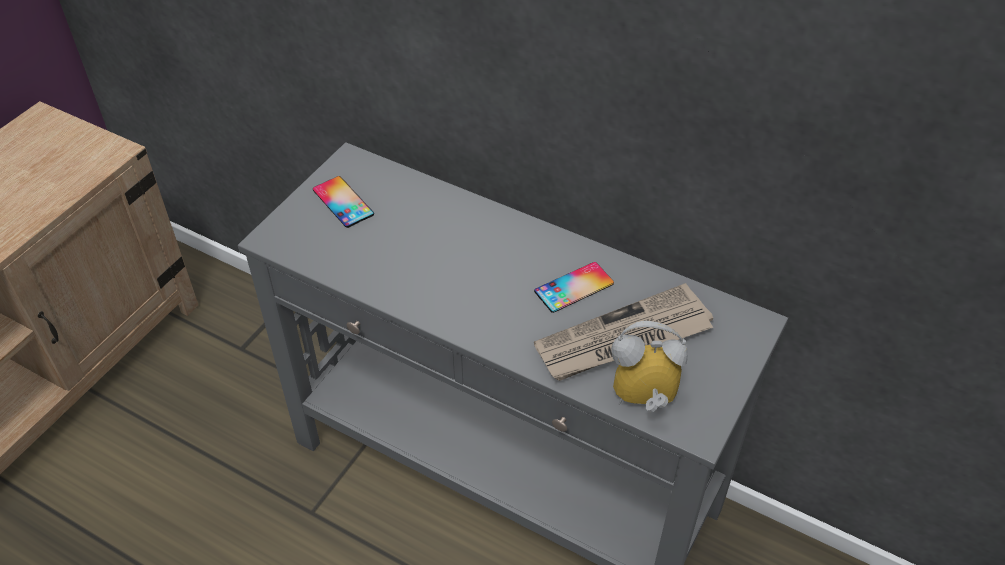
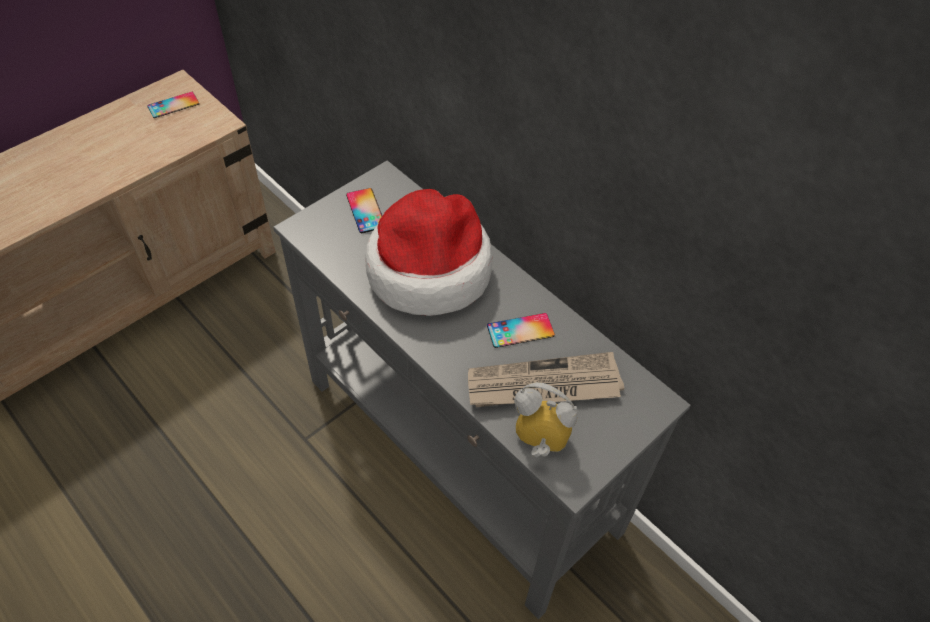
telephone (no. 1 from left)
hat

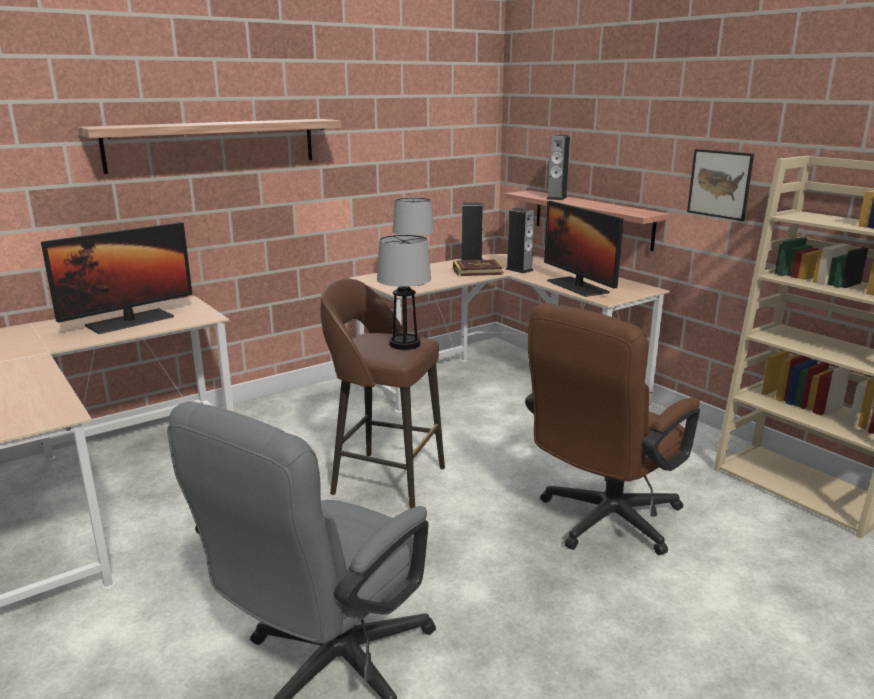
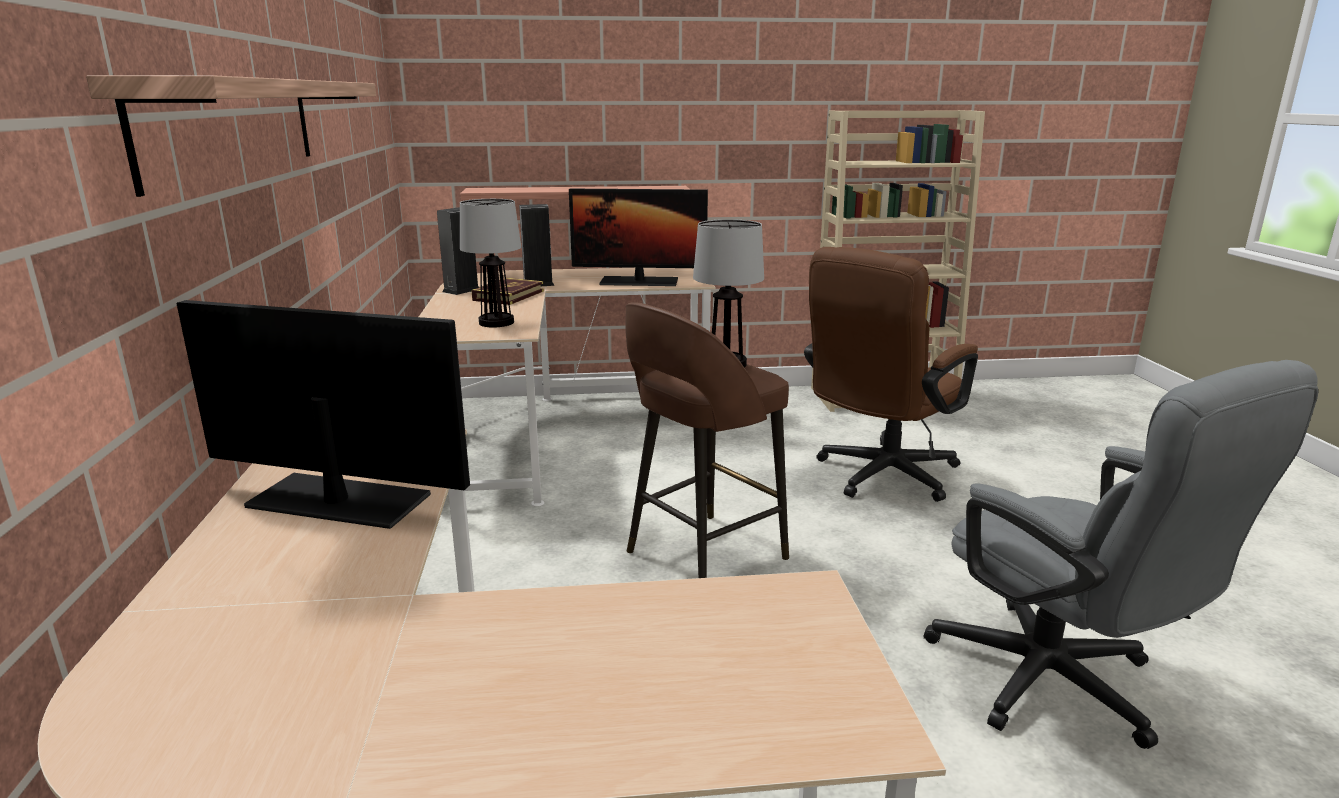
computer display (no. 1 from left)
brown desk chair
loudspeaker (no. 3 from left in the first image)
wall picture

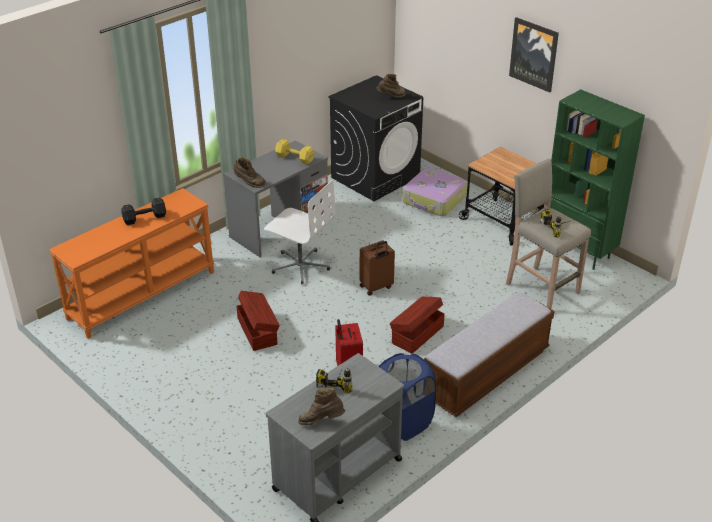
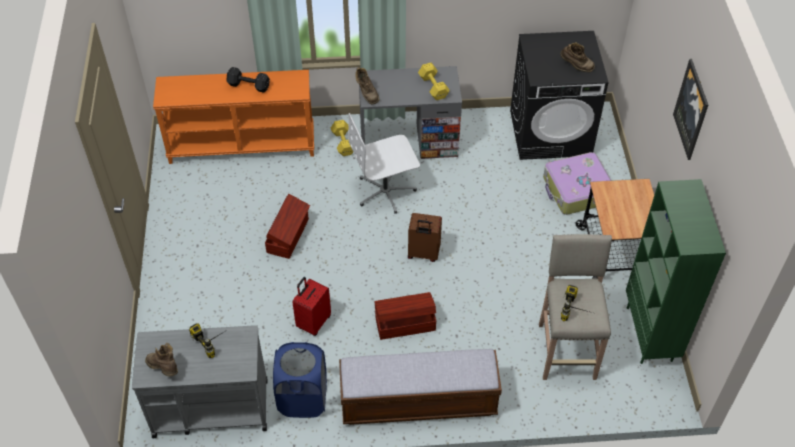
yellow dumbbell (no. 1 from left)
whitish desk chair

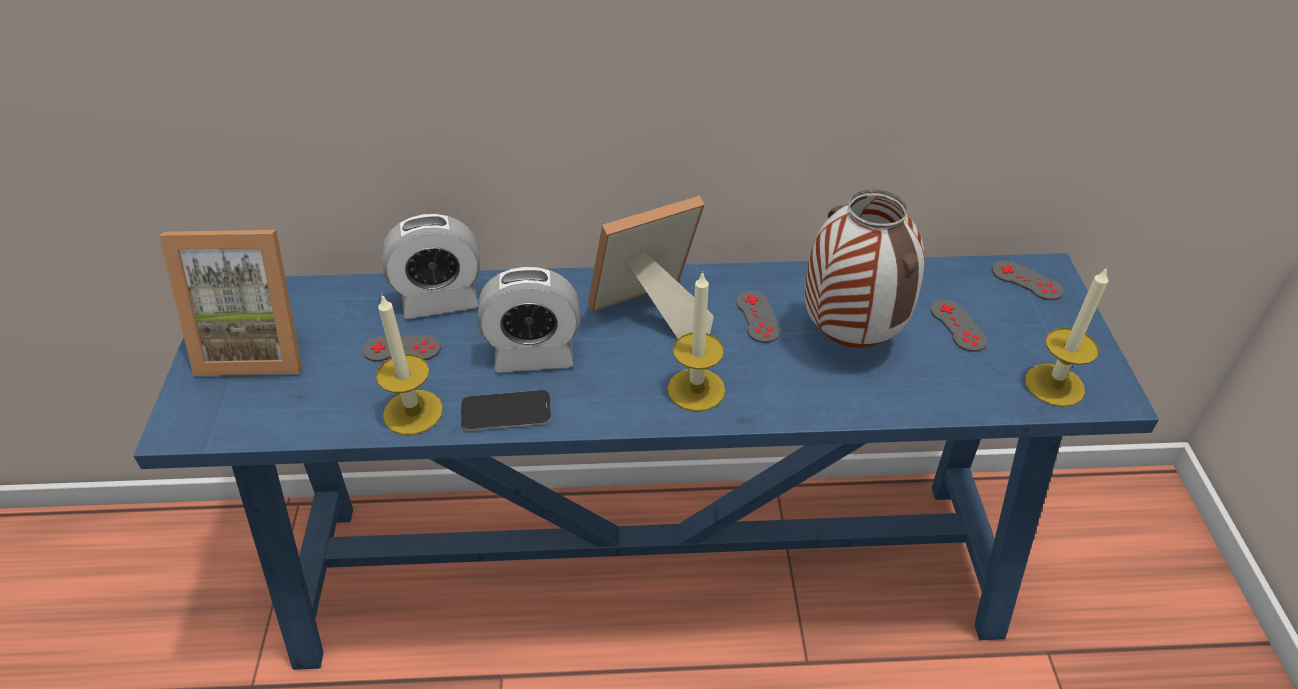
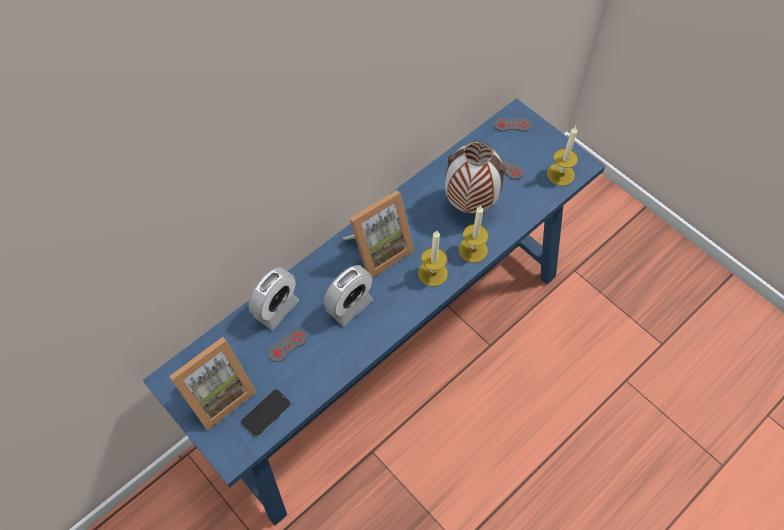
telephone
picture frame (no. 2 from left)
wax light (no. 2 from left)
greyish gamepad (no. 2 from left in the first image)

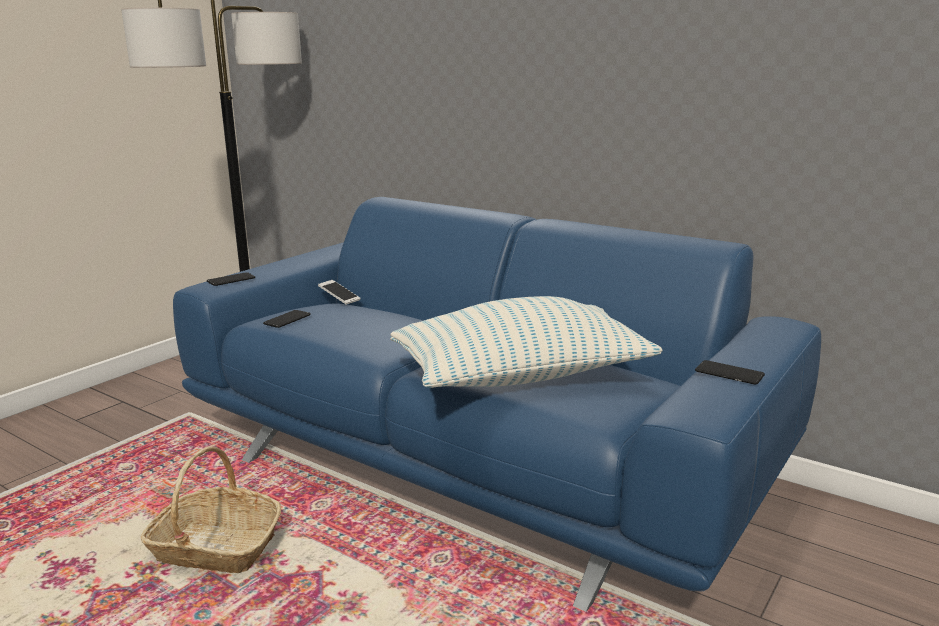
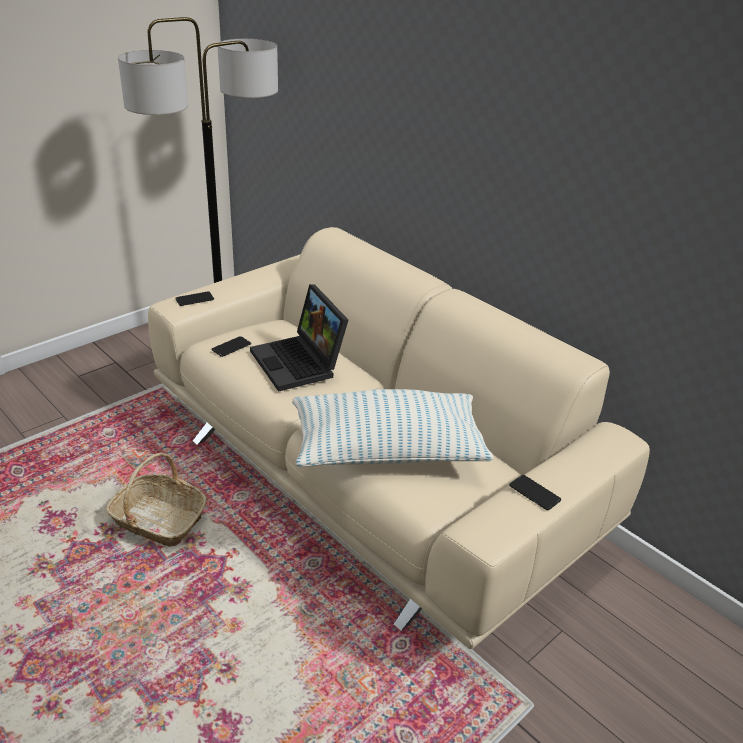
beige couch
laptop
telephone (no. 3 from left in the first image)

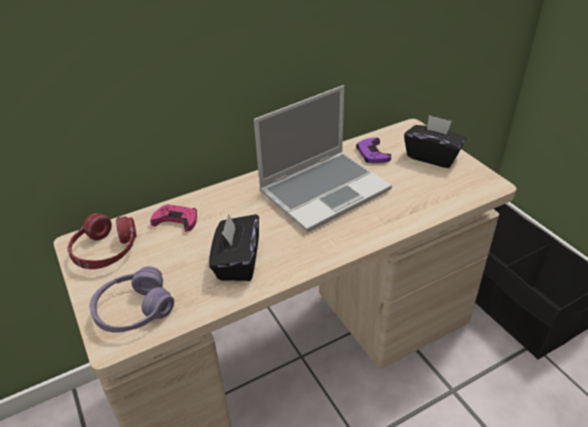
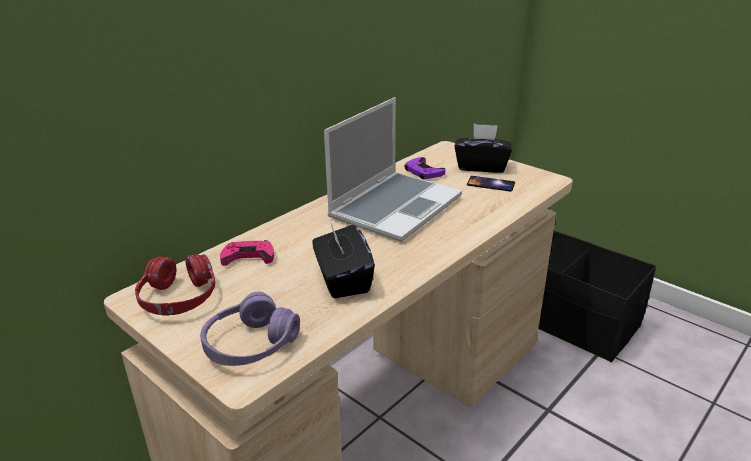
telephone

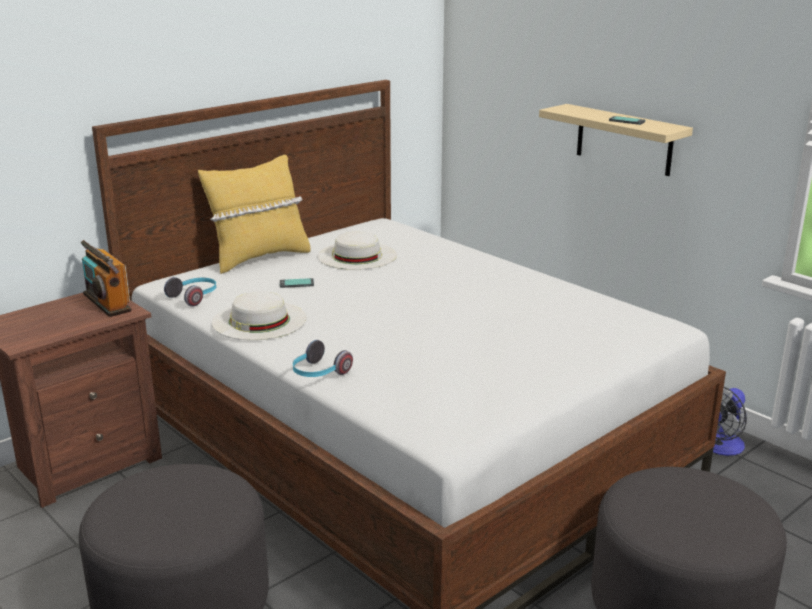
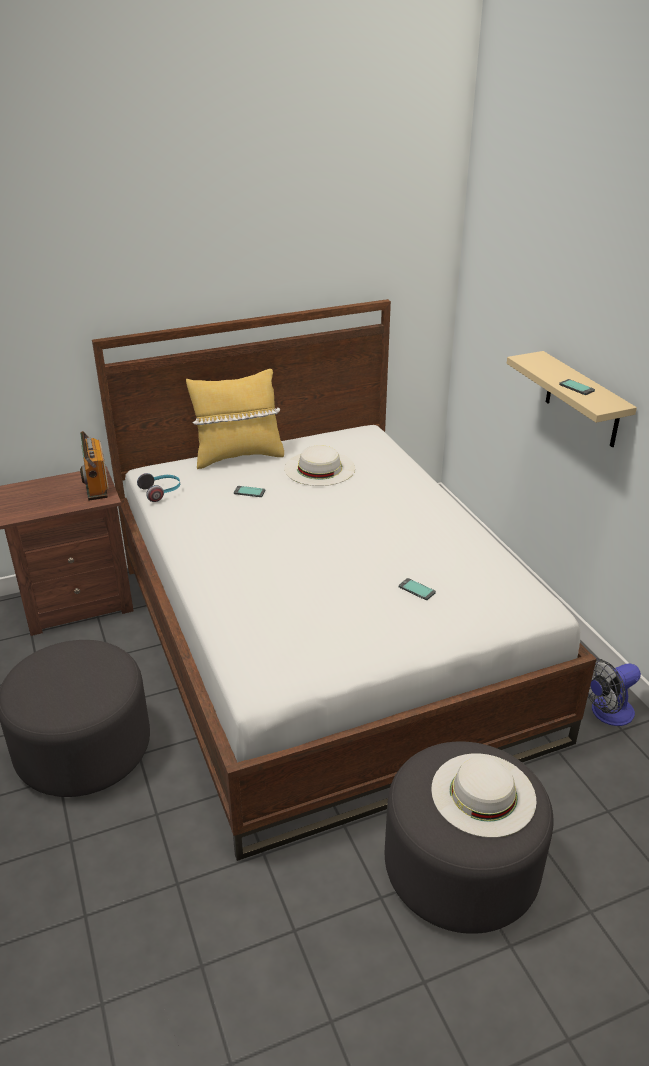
telephone (no. 2 from left)
whitish hat (no. 2 from left)
headset (no. 2 from left in the first image)

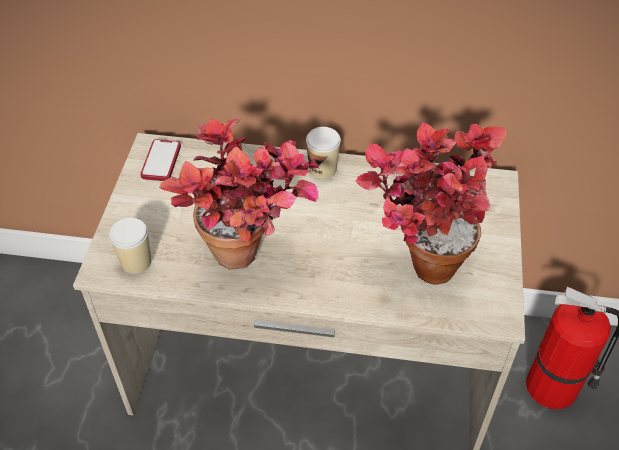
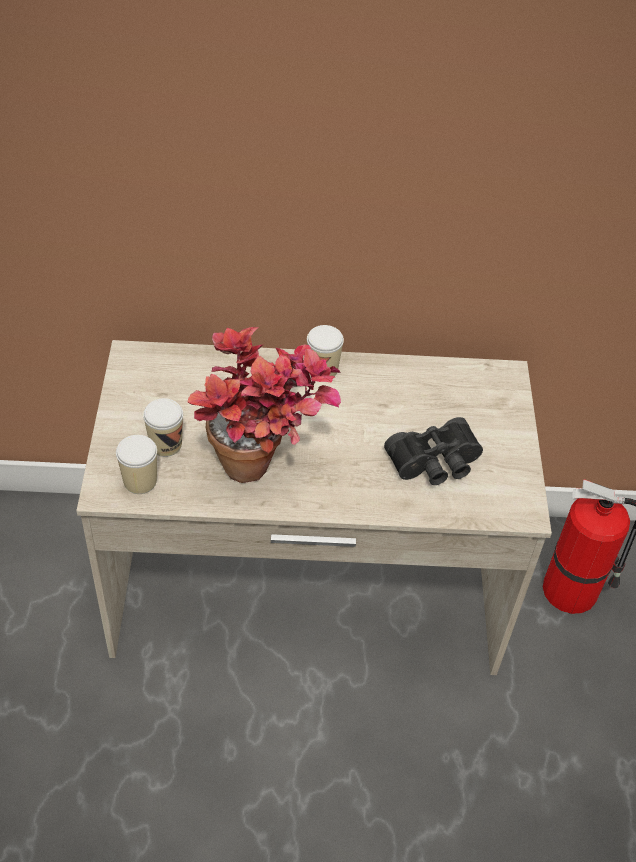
drinking cup (no. 2 from left)
blackish pair of binoculars
telephone

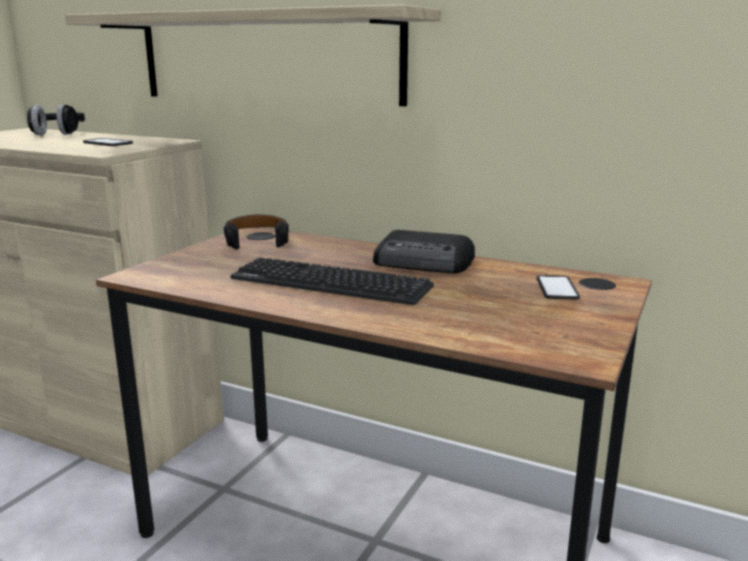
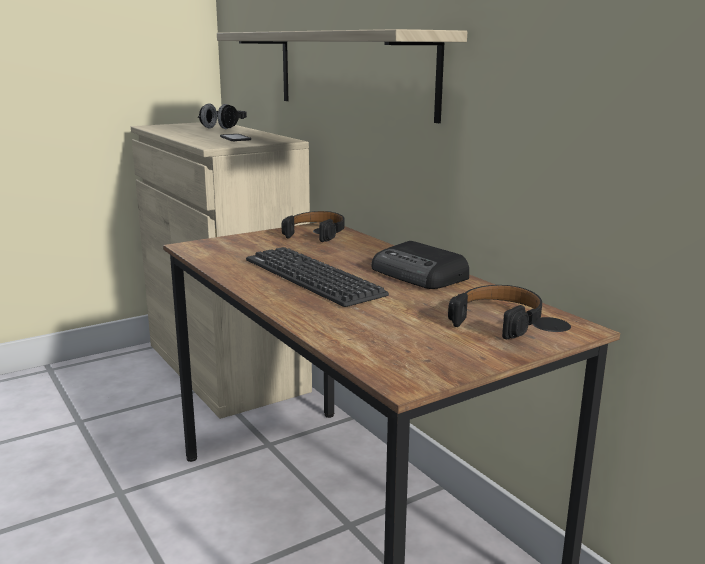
blackish headset (no. 3 from left)

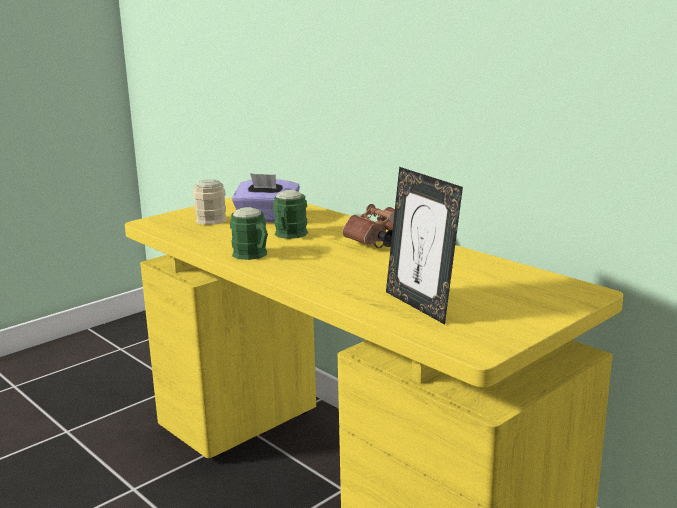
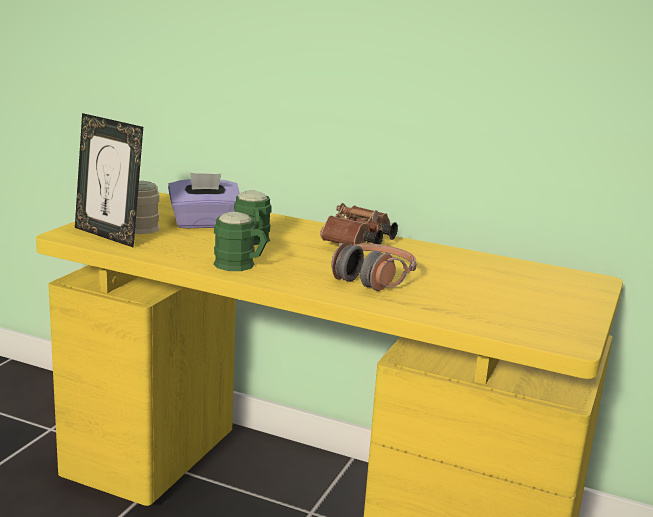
picture frame
headset

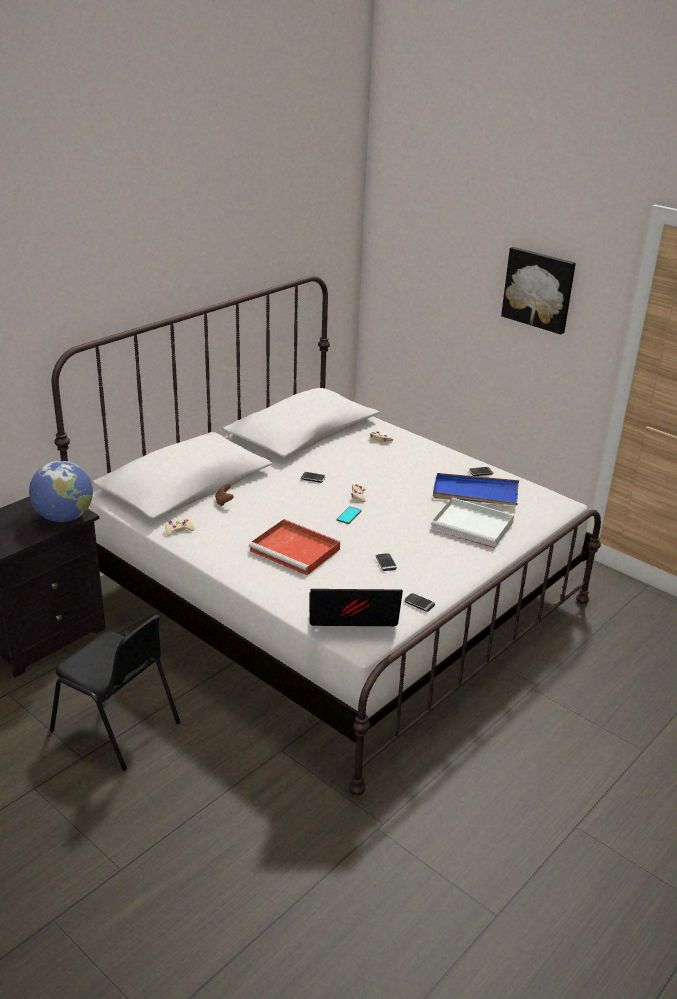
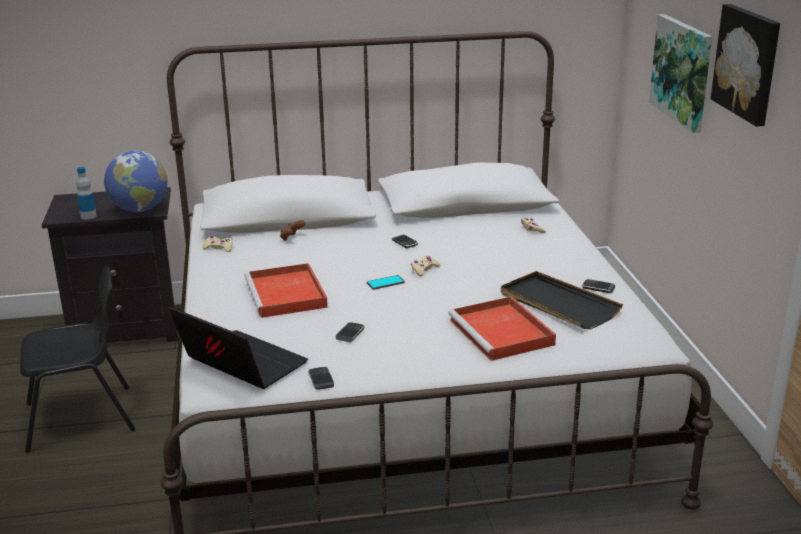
blackish chair
bottle
red serving tray (no. 2 from left)
blackish serving tray
wall picture (no. 1 from left)

